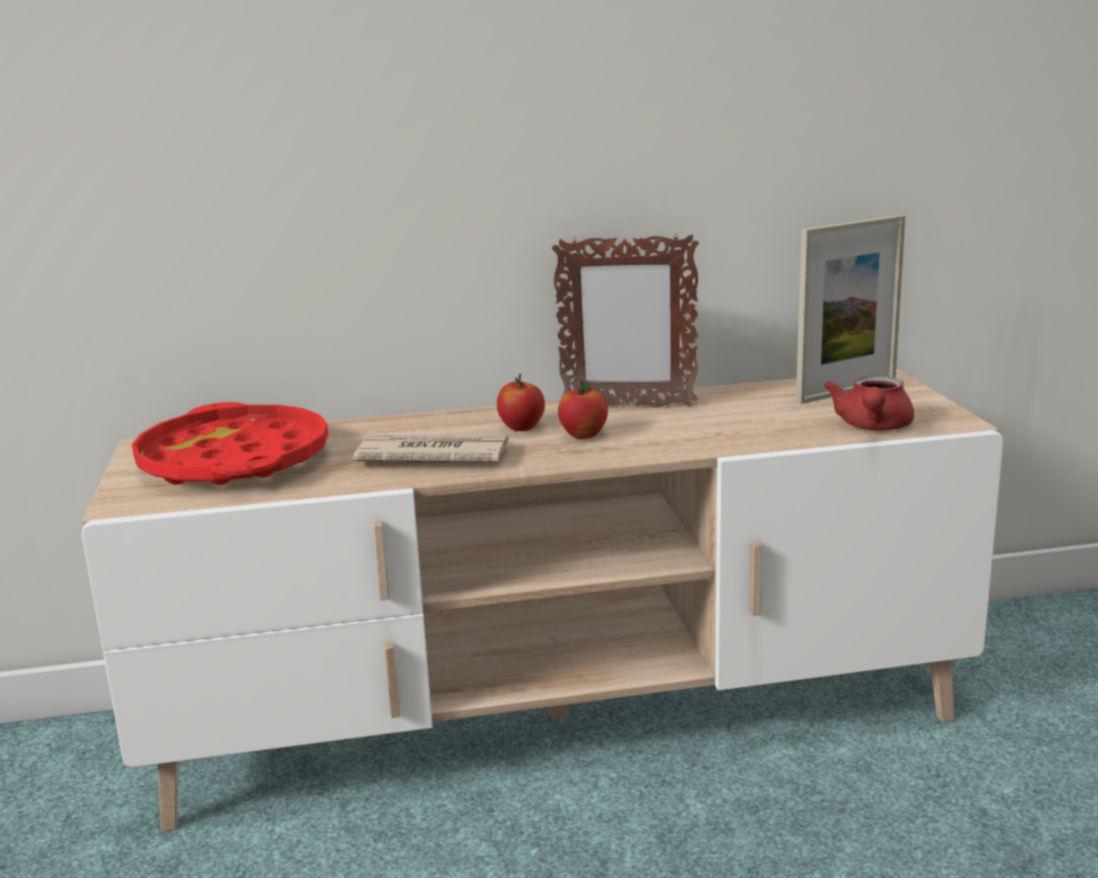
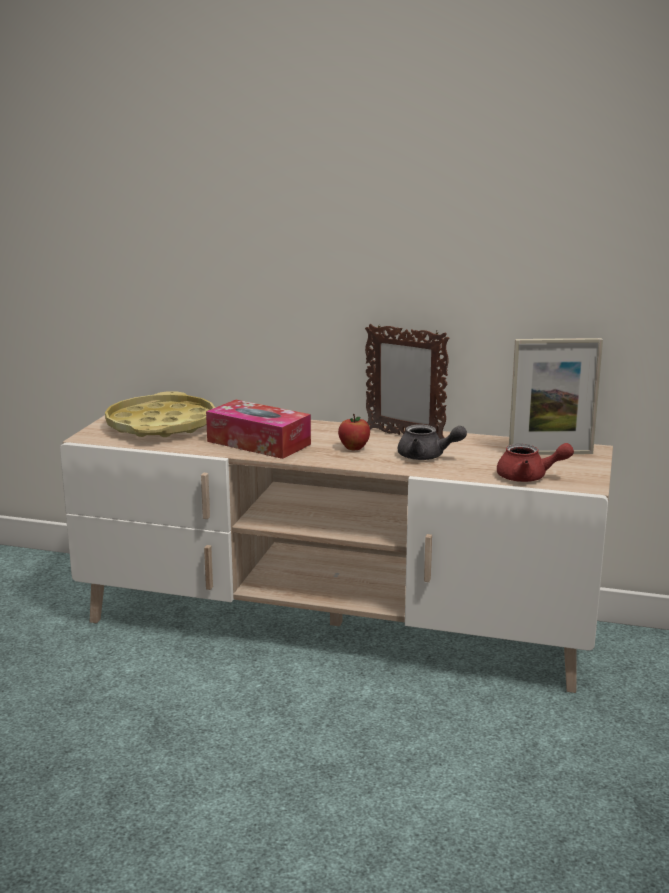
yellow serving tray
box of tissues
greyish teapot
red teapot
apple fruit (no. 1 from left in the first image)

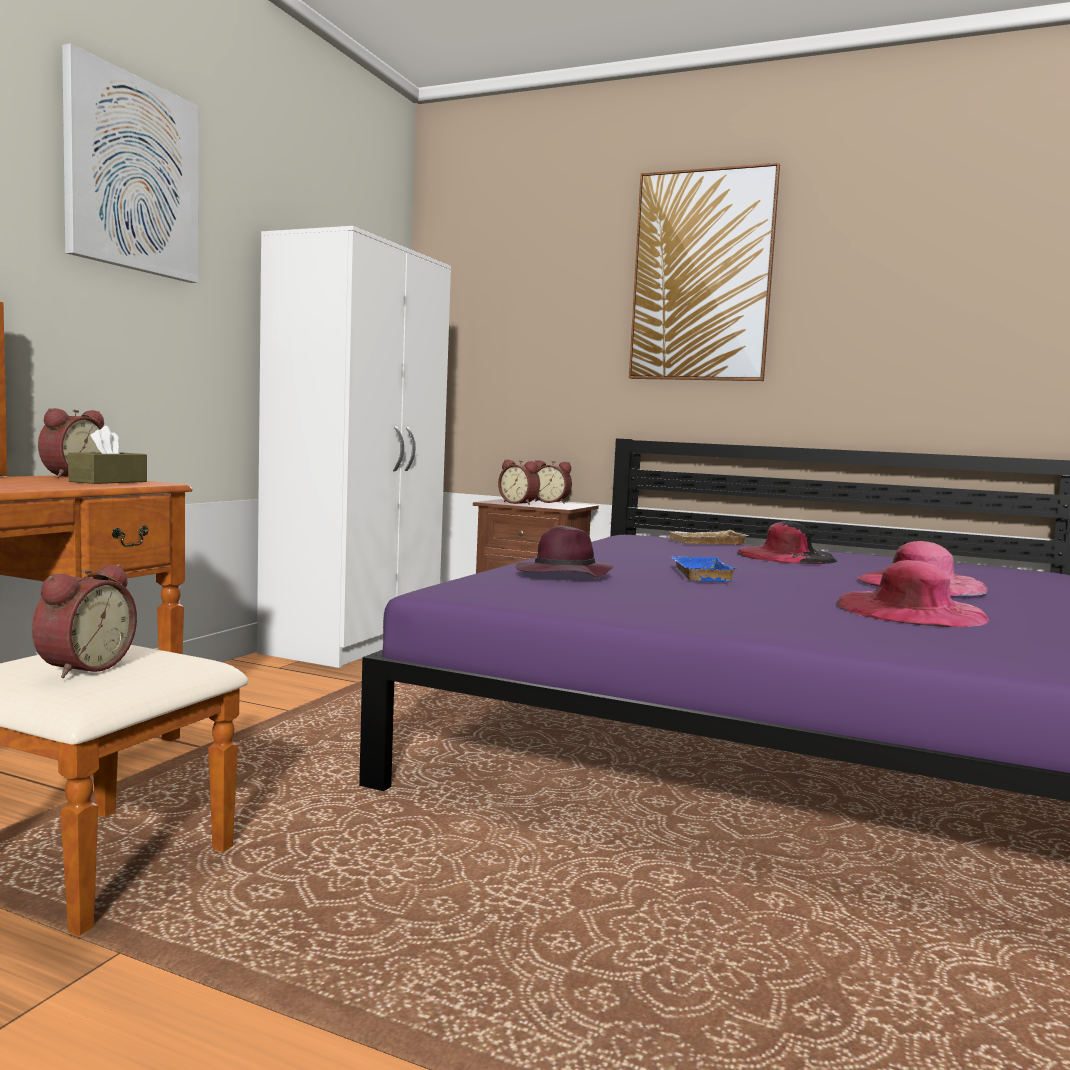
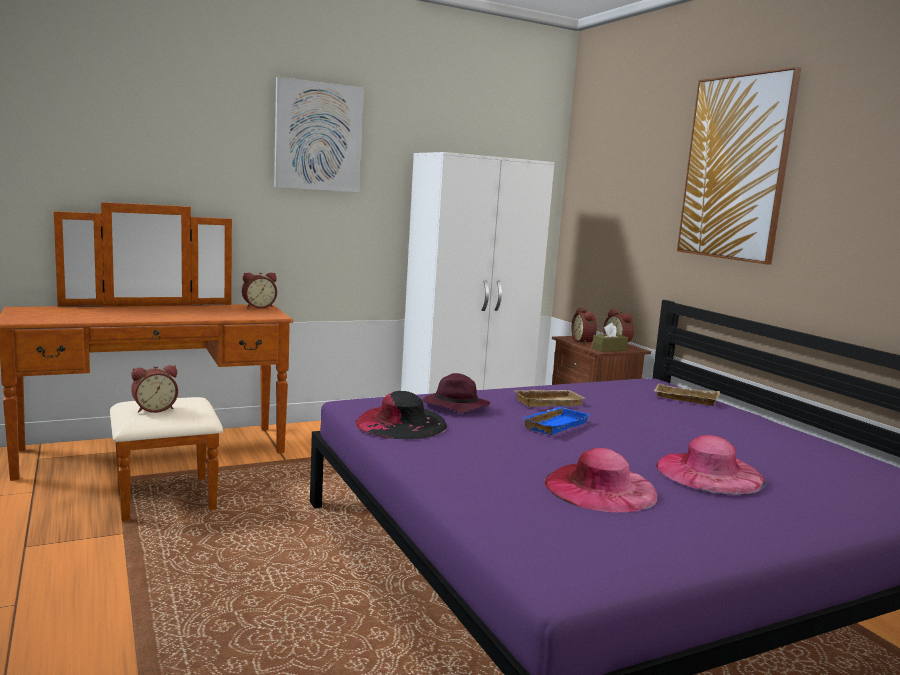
blackish hat
beige serving tray (no. 1 from left)
brown box of tissues

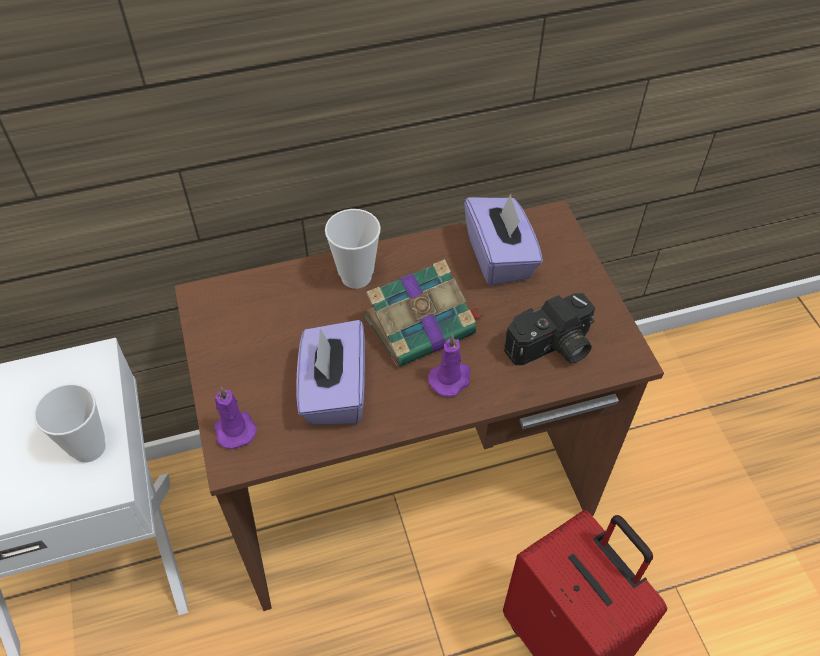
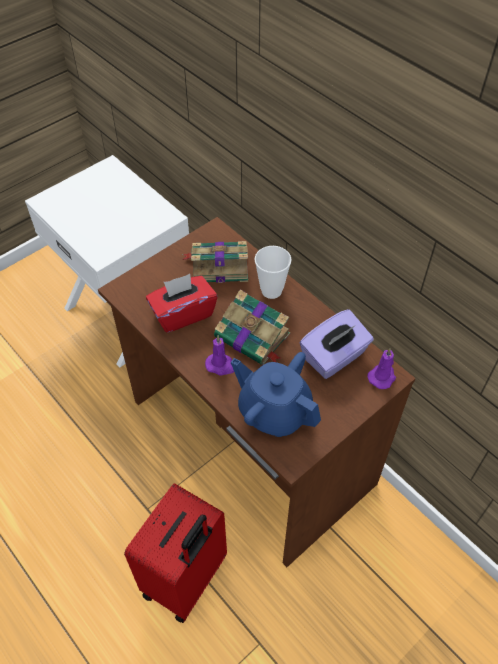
red box of tissues
book (no. 1 from left)
bluish teapot
purple-coloured wax light (no. 2 from left)
drinking cup (no. 1 from left in the first image)

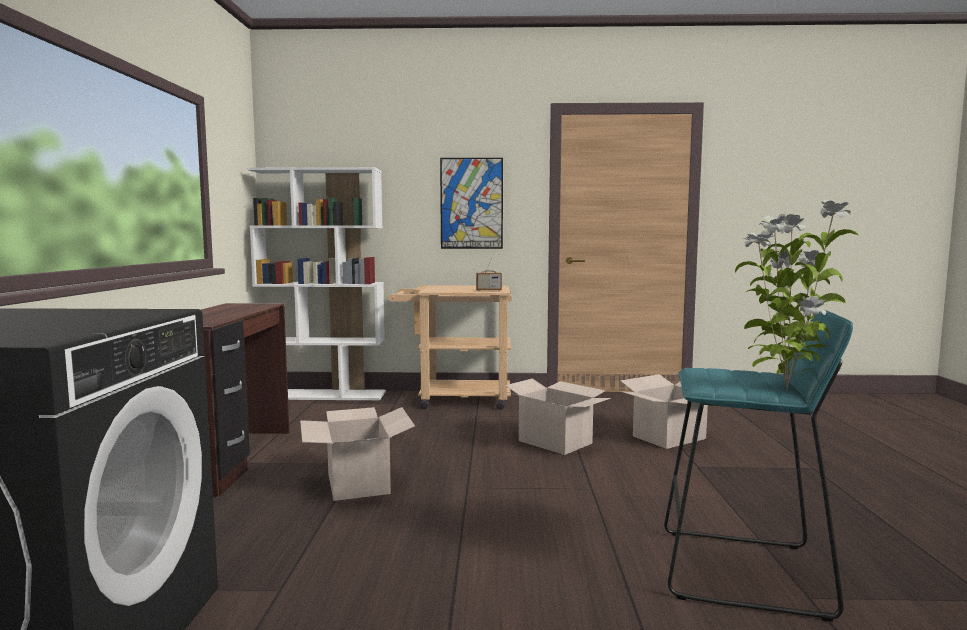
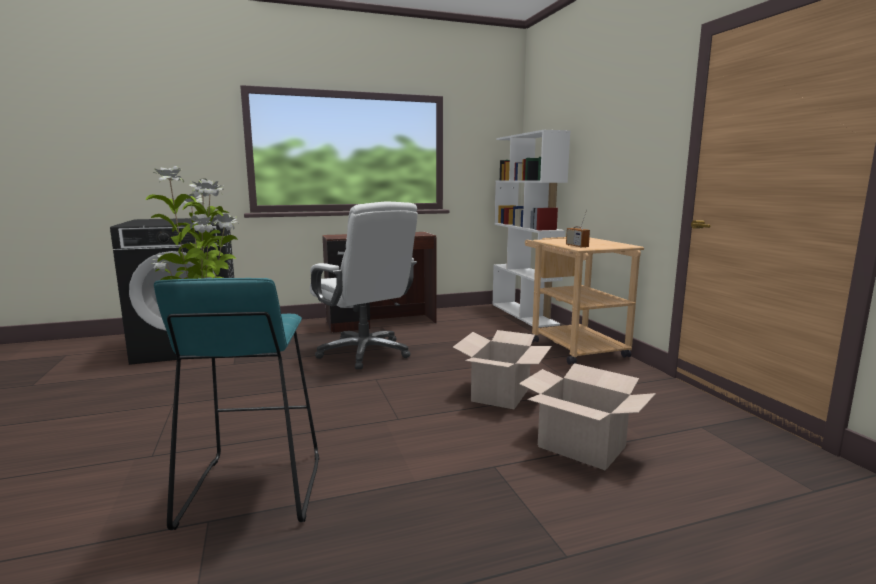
whitish desk chair
wall picture

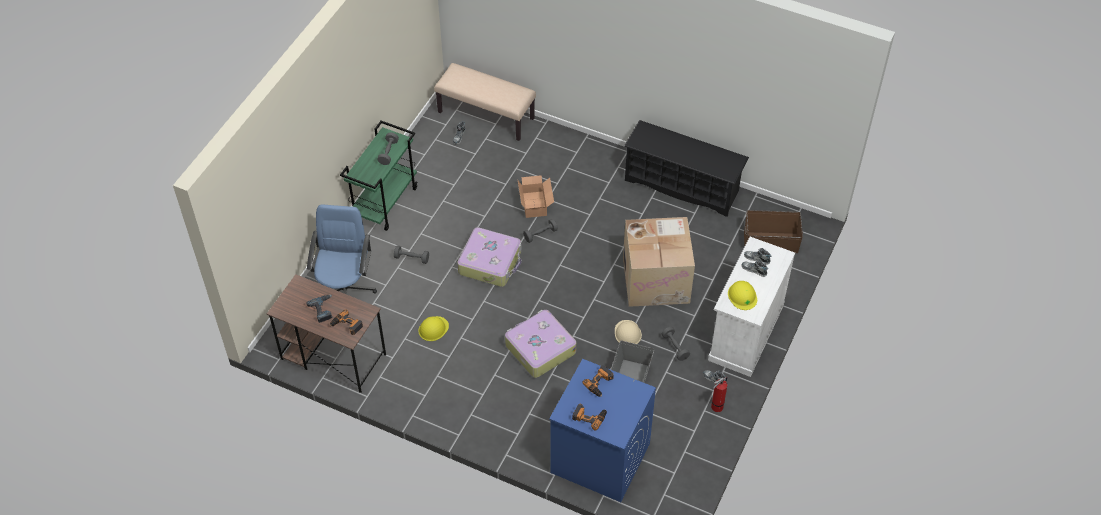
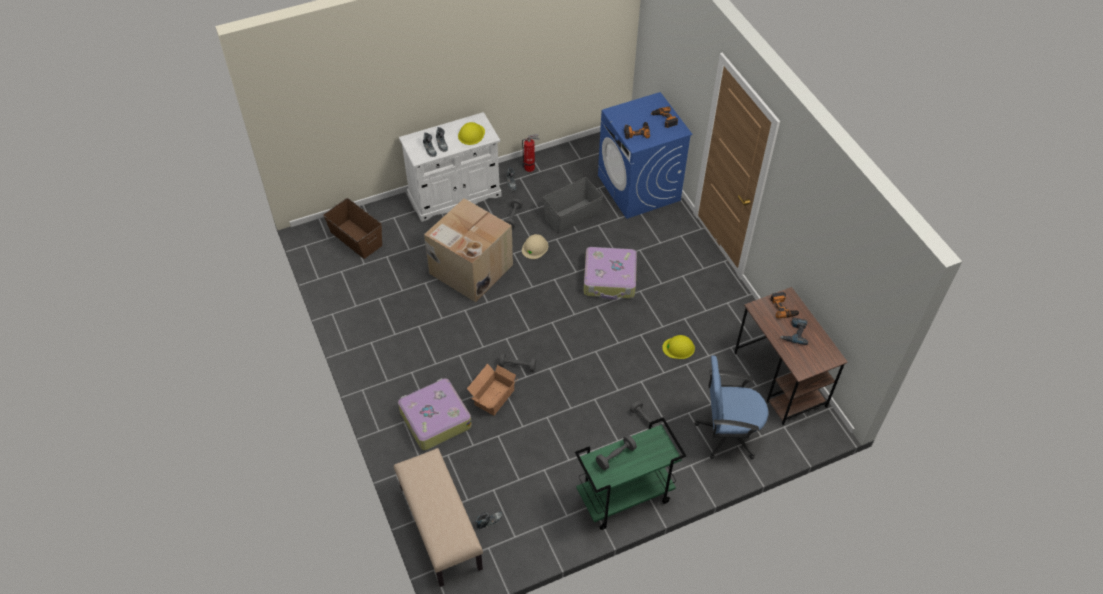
suitcase (no. 1 from left)
bluish desk chair
blackish shoe shelf

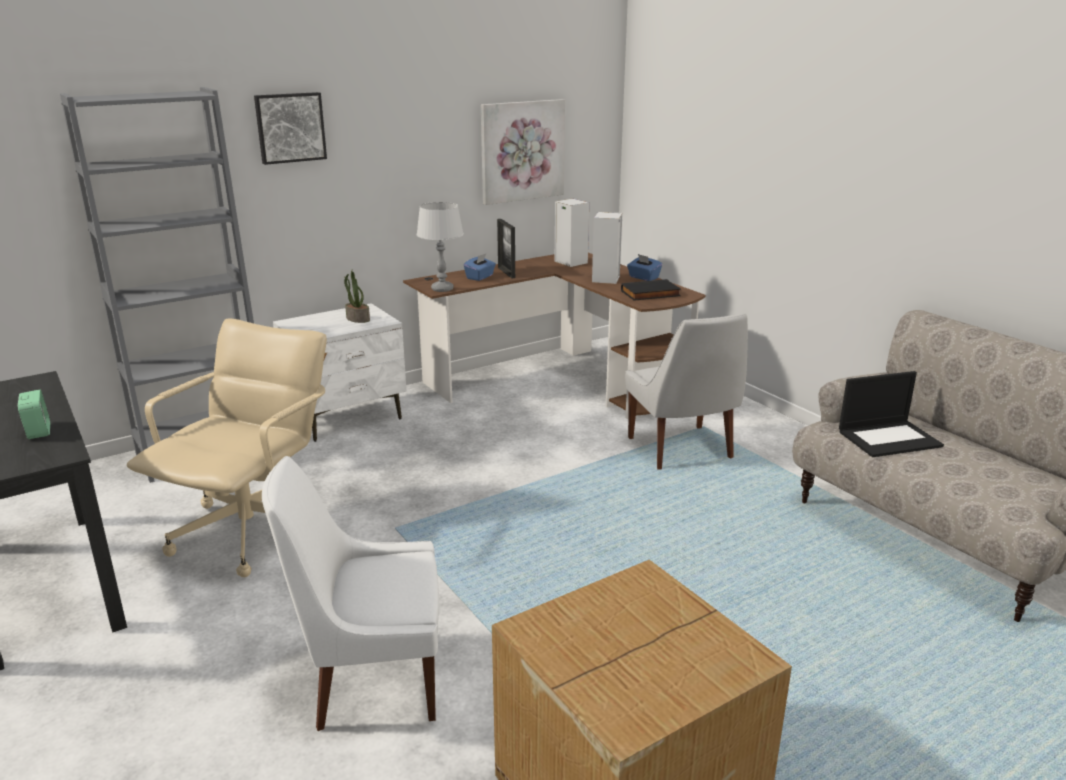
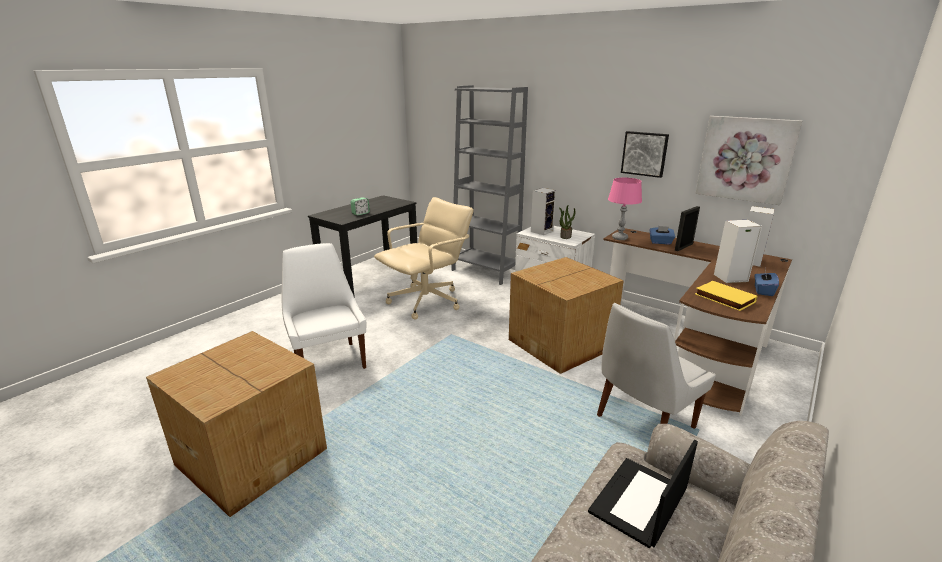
beige desk chair
cardboard box (no. 2 from left)
loudspeaker (no. 1 from left)
laptop
pink lamp for a table
wall picture (no. 1 from left)
yellow book

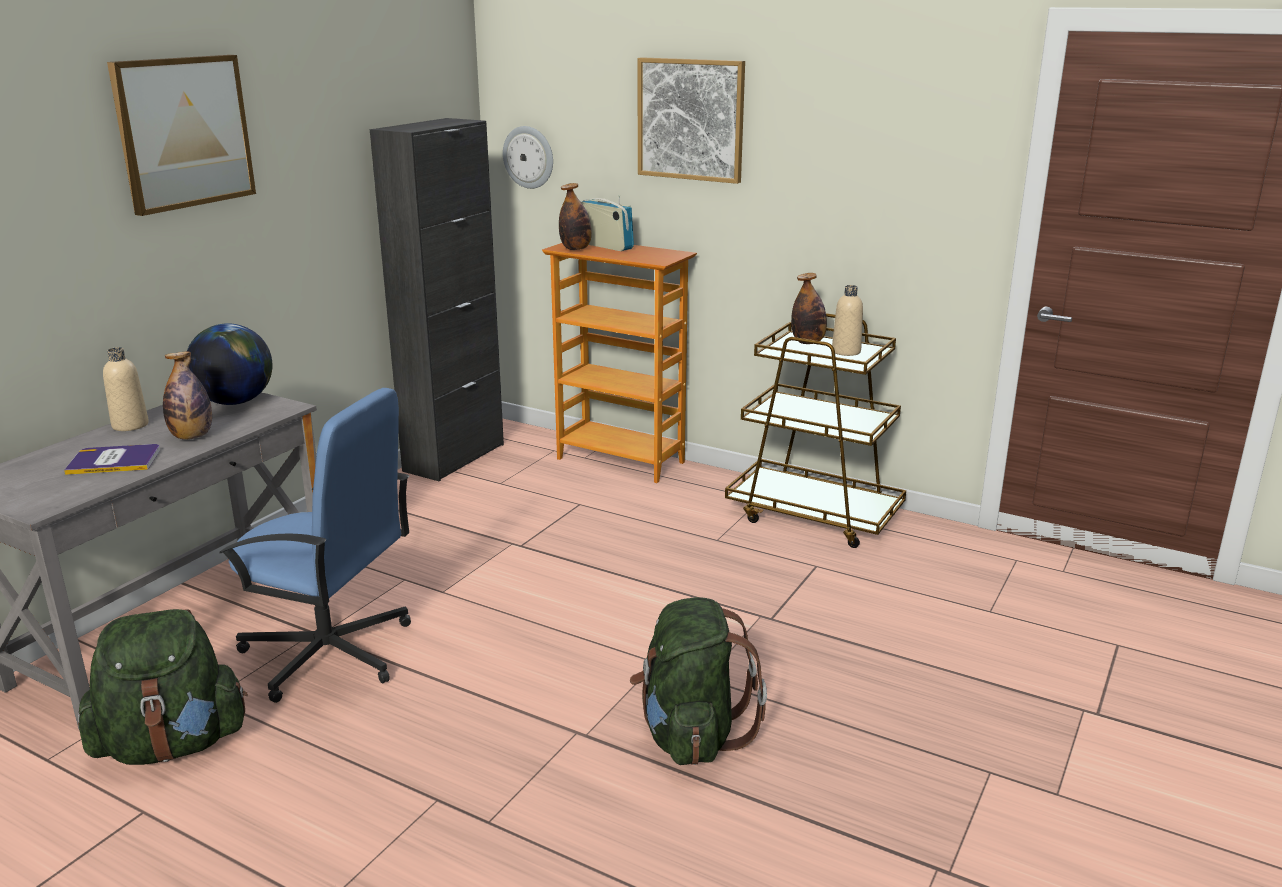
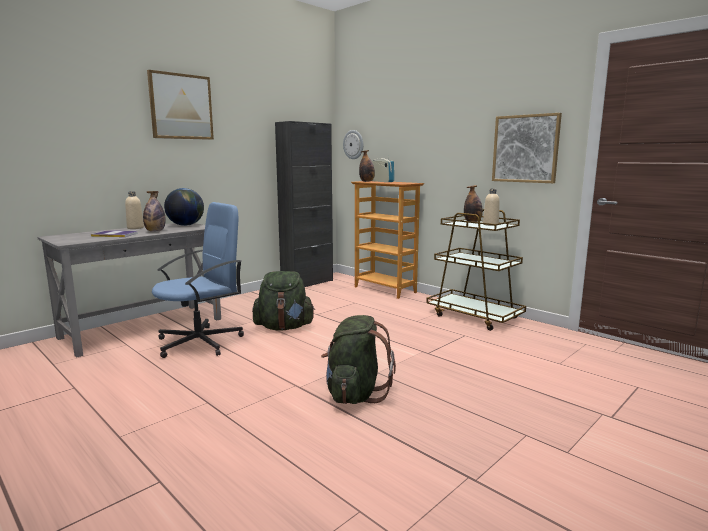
bluish desk chair
greenish backpack (no. 1 from left)
wall picture (no. 2 from left)

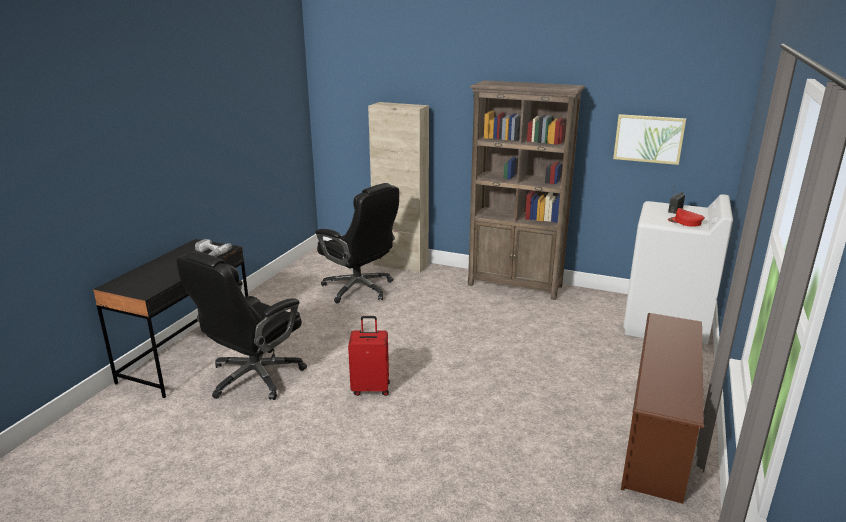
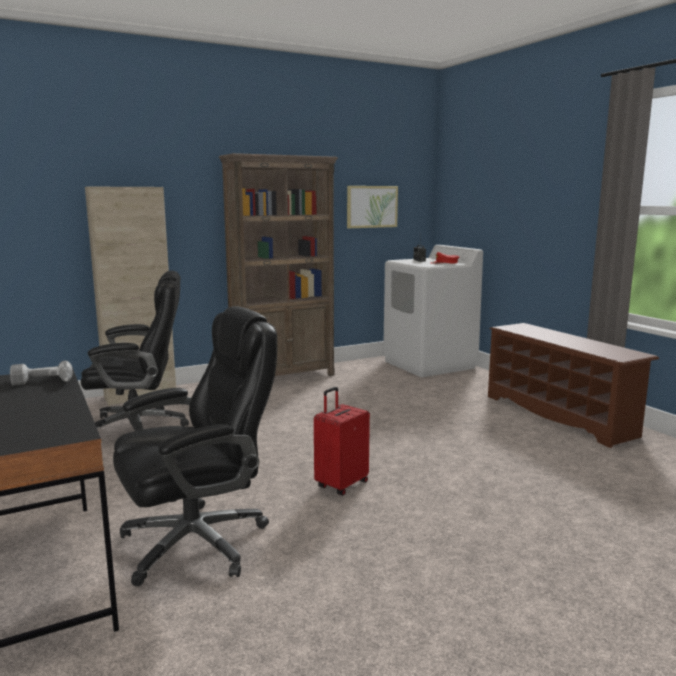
blackish desk chair (no. 2 from left)

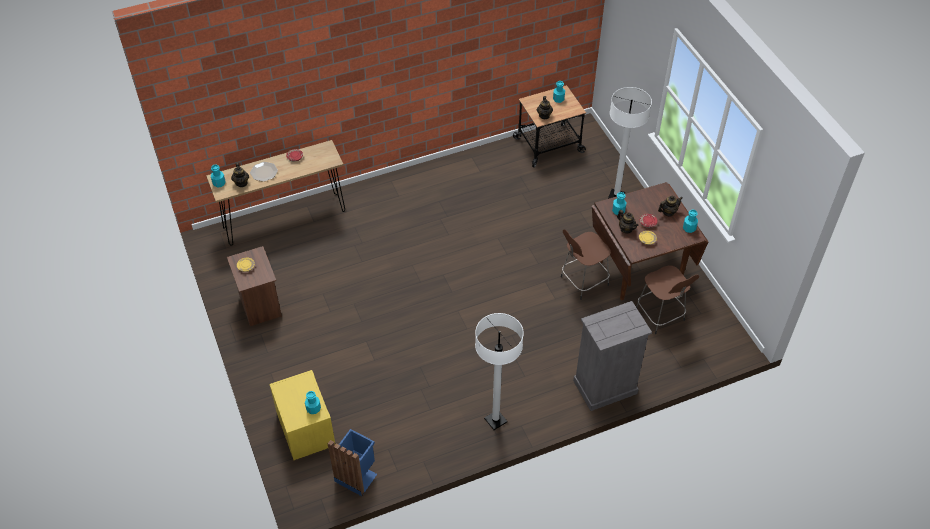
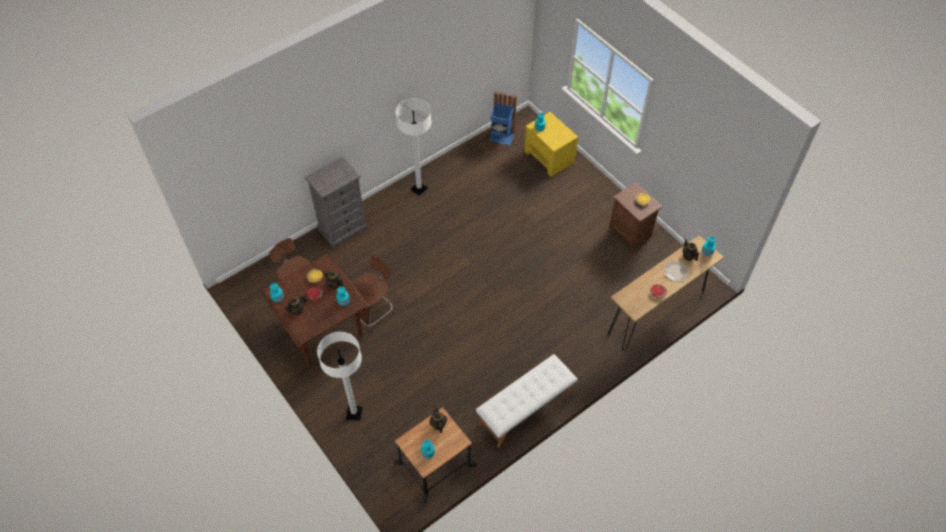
whitish bench

